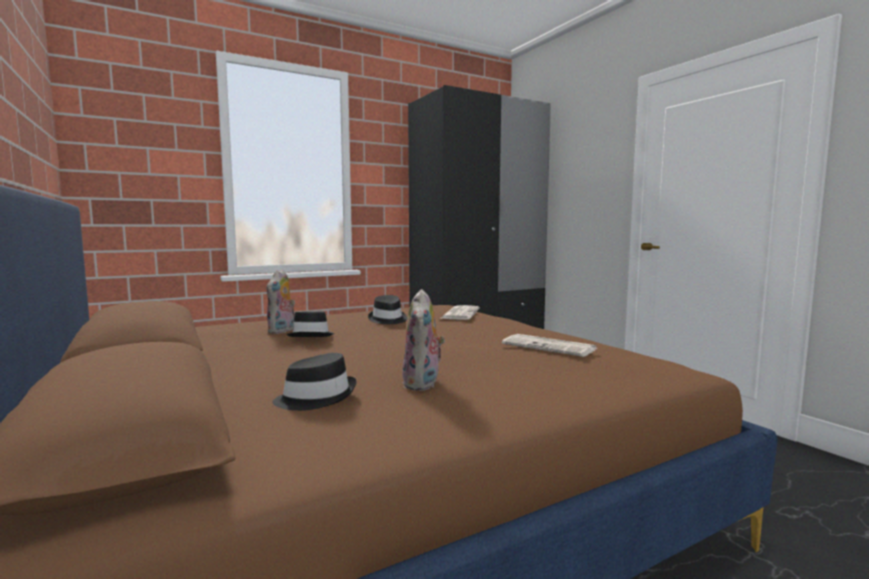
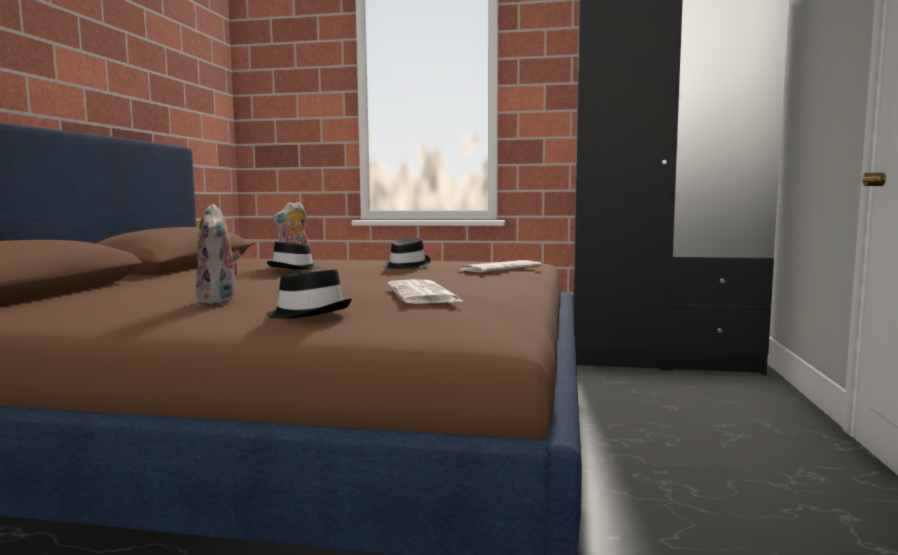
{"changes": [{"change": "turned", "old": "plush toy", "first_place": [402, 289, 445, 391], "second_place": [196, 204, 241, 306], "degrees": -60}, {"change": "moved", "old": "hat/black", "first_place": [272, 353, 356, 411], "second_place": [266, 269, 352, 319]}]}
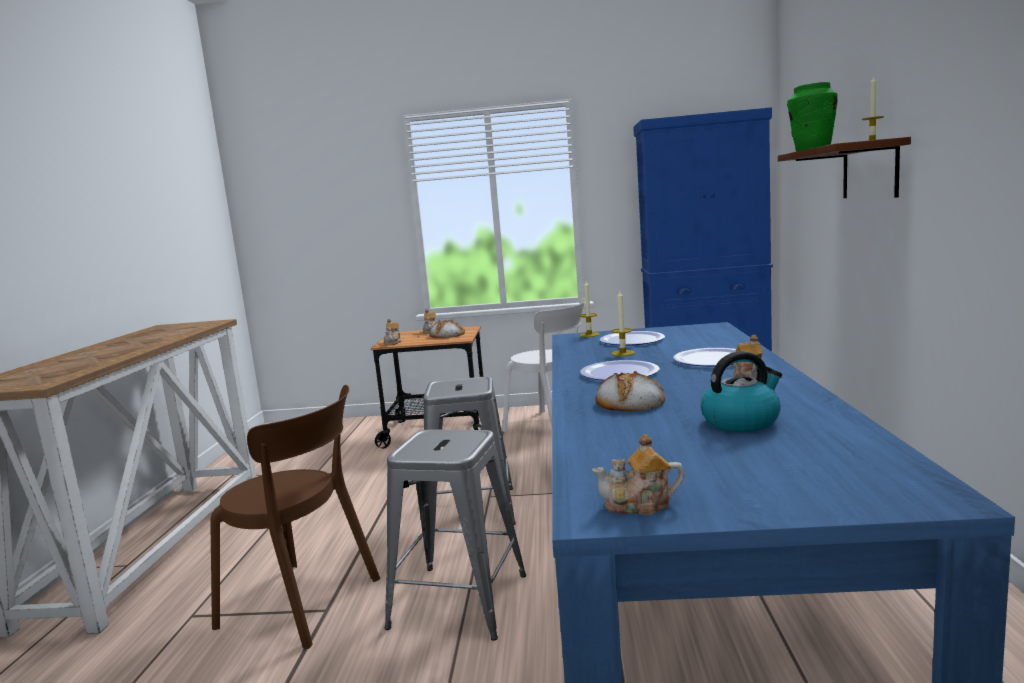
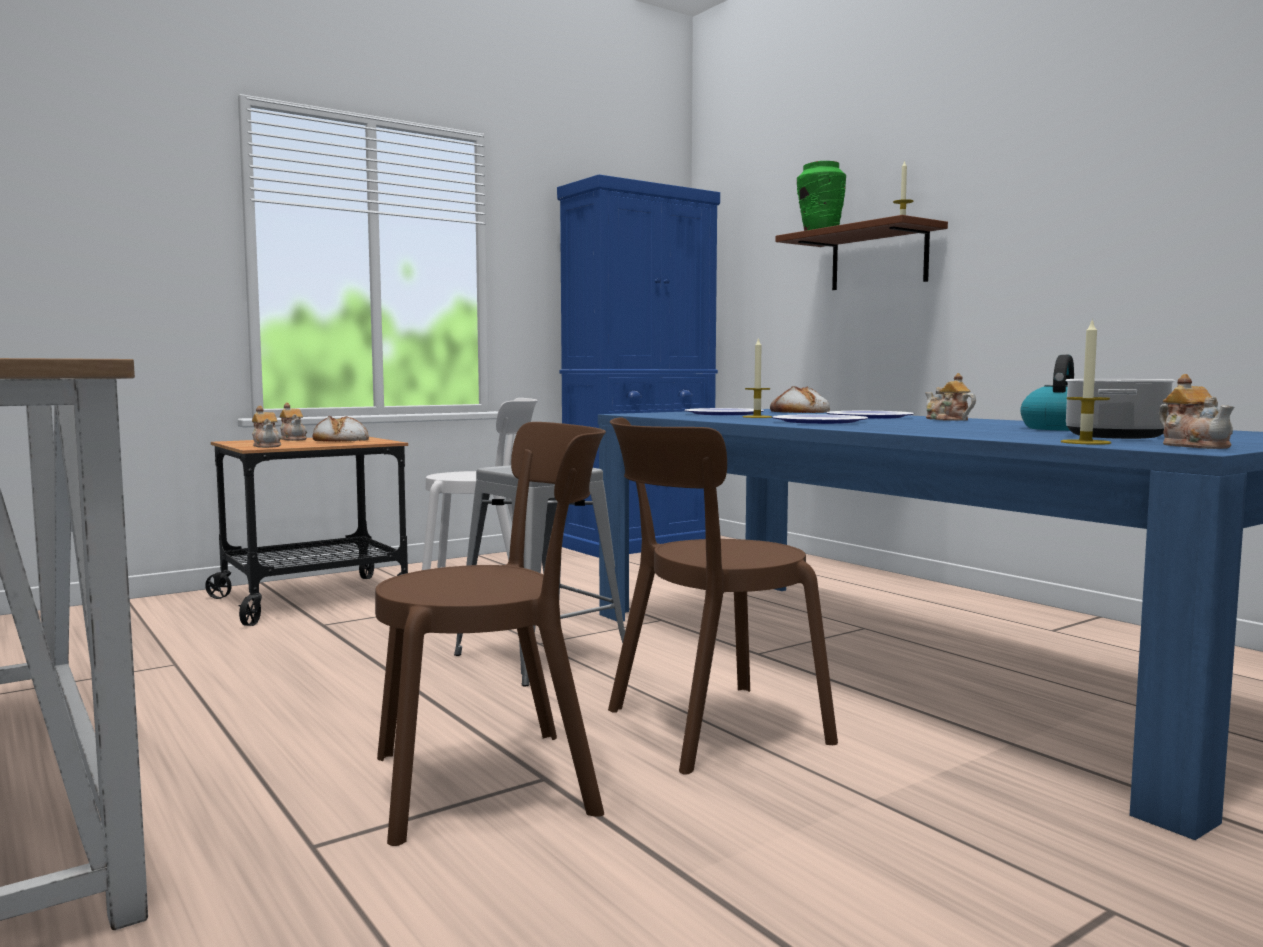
{"changes": [{"change": "replaced", "old": "stool/grey", "new": "chair/brown", "first_place": [385, 430, 526, 641], "second_place": [608, 417, 838, 774]}, {"change": "moved", "old": "bread", "first_place": [595, 370, 665, 411], "second_place": [770, 386, 830, 413]}, {"change": "moved", "old": "candle", "first_place": [579, 281, 600, 337], "second_place": [1061, 318, 1111, 445]}, {"change": "added", "new": "cooking pot", "second_place": [1065, 379, 1176, 439]}, {"change": "turned", "old": "teapot", "first_place": [592, 434, 685, 515], "second_place": [1159, 374, 1234, 449], "degrees": -60}]}
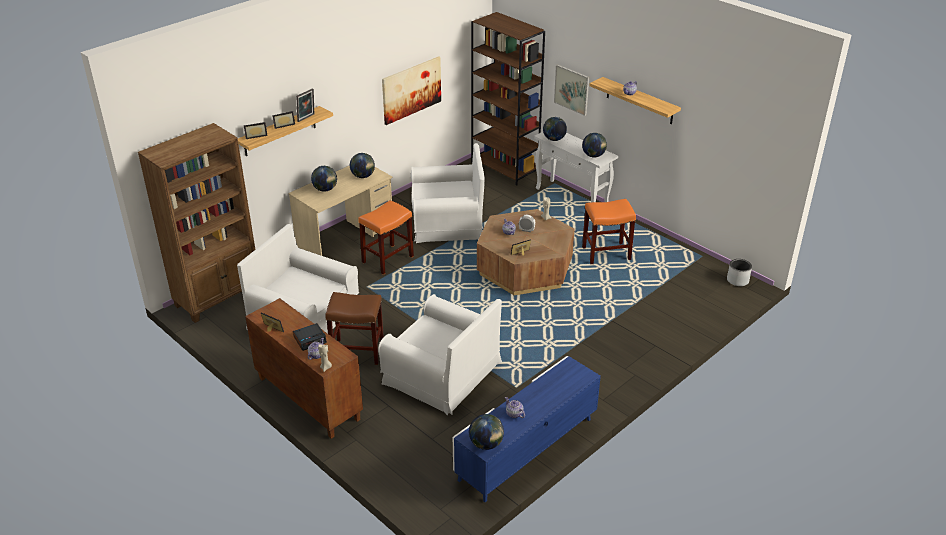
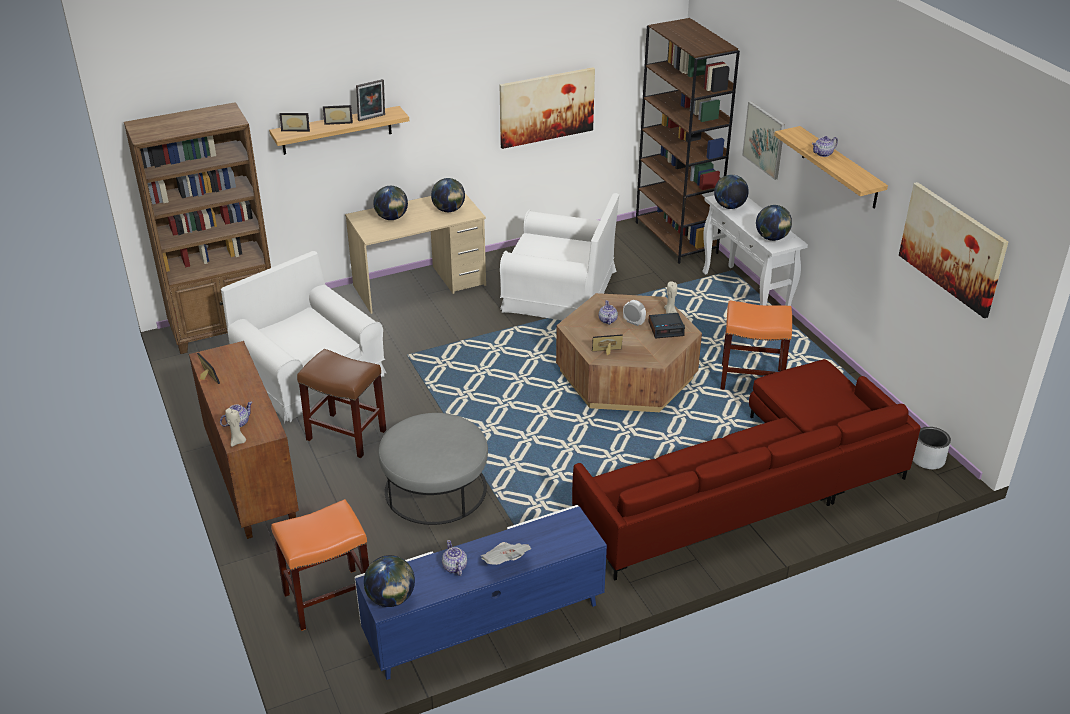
{"changes": [{"change": "moved", "old": "stool/orange", "first_place": [358, 200, 414, 275], "second_place": [271, 499, 369, 631]}, {"change": "replaced", "old": "armchair/white", "new": "ottoman/grey", "first_place": [378, 294, 503, 415], "second_place": [378, 413, 488, 525]}, {"change": "added", "new": "newspaper", "second_place": [481, 542, 531, 565]}, {"change": "added", "new": "sofa/red", "second_place": [572, 359, 920, 581]}, {"change": "moved", "old": "alarm clock", "first_place": [293, 323, 327, 351], "second_place": [649, 313, 685, 338]}, {"change": "added", "new": "picture", "second_place": [899, 182, 1008, 318]}]}
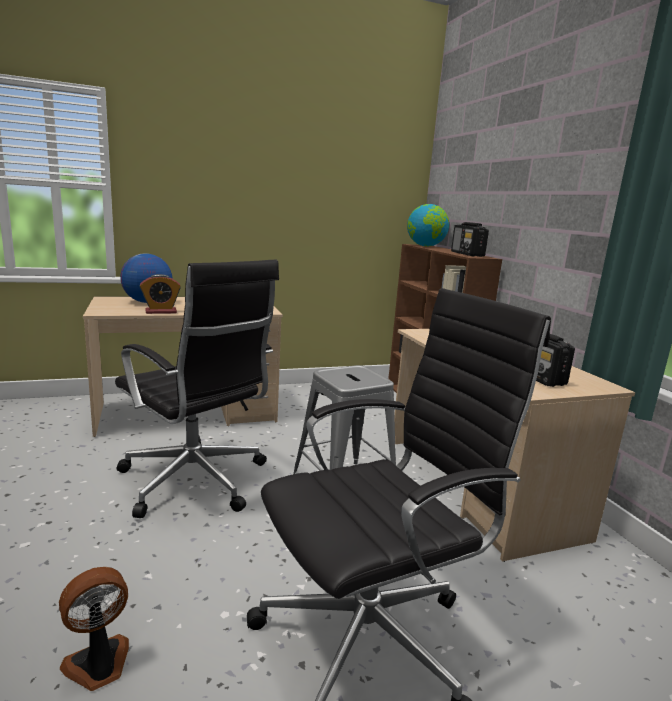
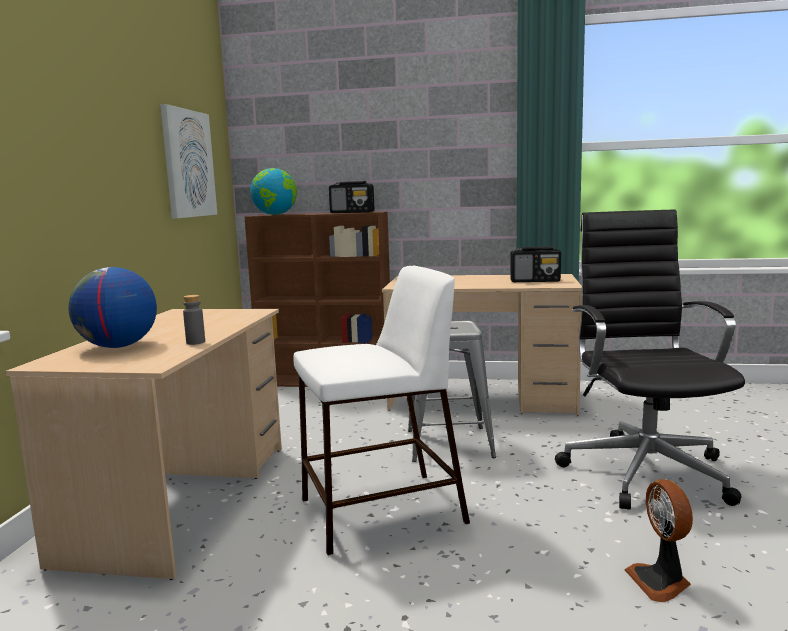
{"changes": [{"change": "added", "new": "picture", "second_place": [160, 104, 217, 219]}, {"change": "replaced", "old": "alarm clock", "new": "bottle/grey", "first_place": [140, 274, 181, 314], "second_place": [183, 295, 205, 345]}, {"change": "replaced", "old": "office chair/black", "new": "stool/white", "first_place": [115, 260, 279, 518], "second_place": [293, 266, 470, 555]}]}
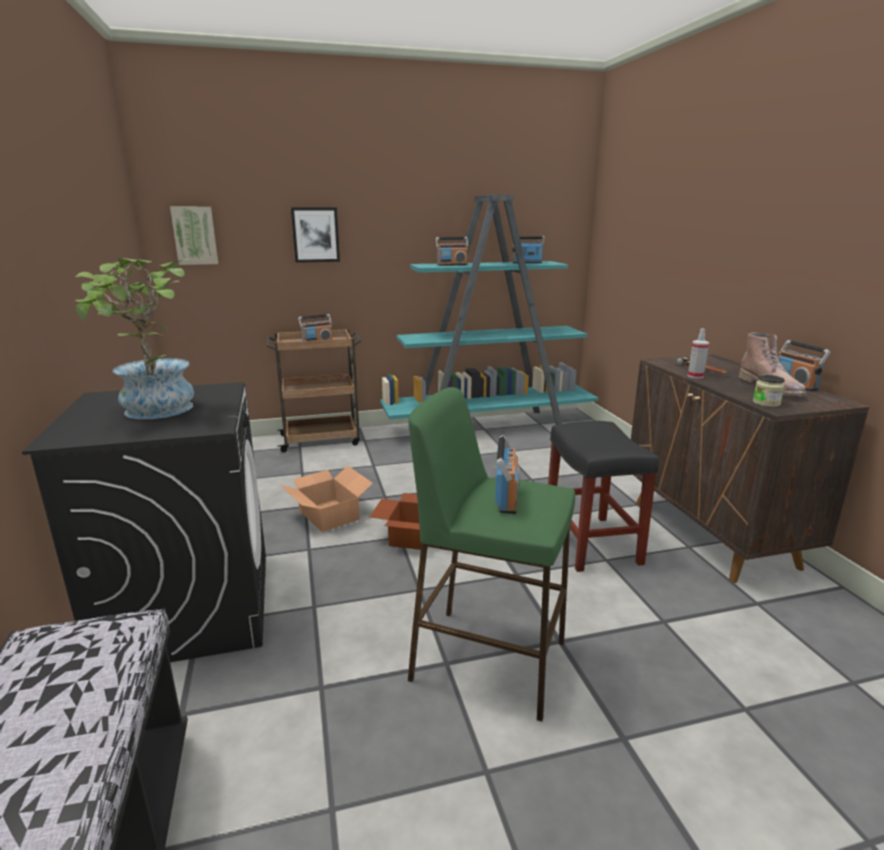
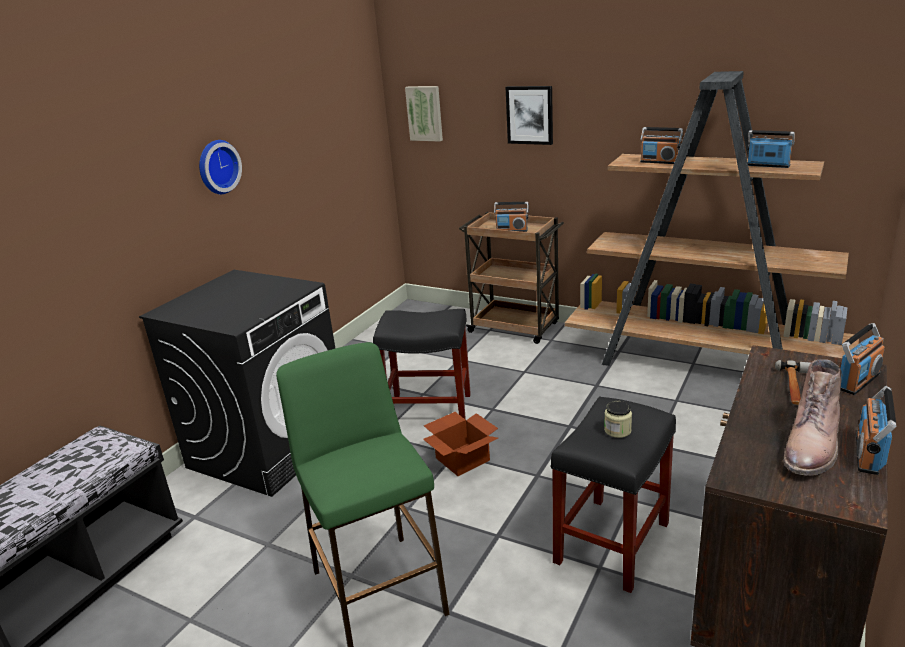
{"changes": [{"change": "added", "new": "wall clock", "second_place": [199, 140, 242, 194]}, {"change": "replaced", "old": "cardboard box", "new": "stool/black", "first_place": [280, 466, 373, 532], "second_place": [373, 309, 471, 420]}, {"change": "recoloured", "old": "bookcase/turquoise", "new": "bookcase/brown", "first_place": [380, 195, 598, 425], "second_place": [565, 71, 859, 366]}, {"change": "moved", "old": "jar", "first_place": [753, 375, 785, 407], "second_place": [604, 401, 632, 438]}, {"change": "moved", "old": "radio", "first_place": [495, 435, 520, 514], "second_place": [840, 323, 885, 395]}, {"change": "removed", "old": "potted plant", "first_place": [75, 258, 194, 419]}, {"change": "removed", "old": "spray bottle", "first_place": [688, 328, 709, 379]}]}
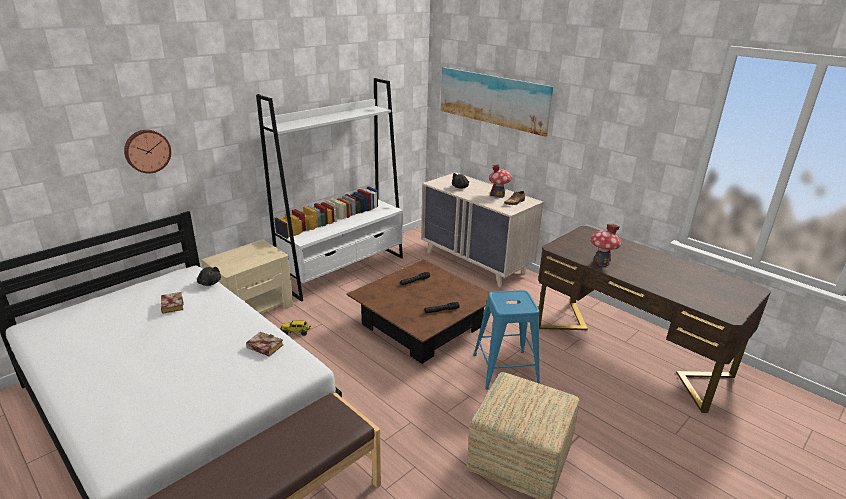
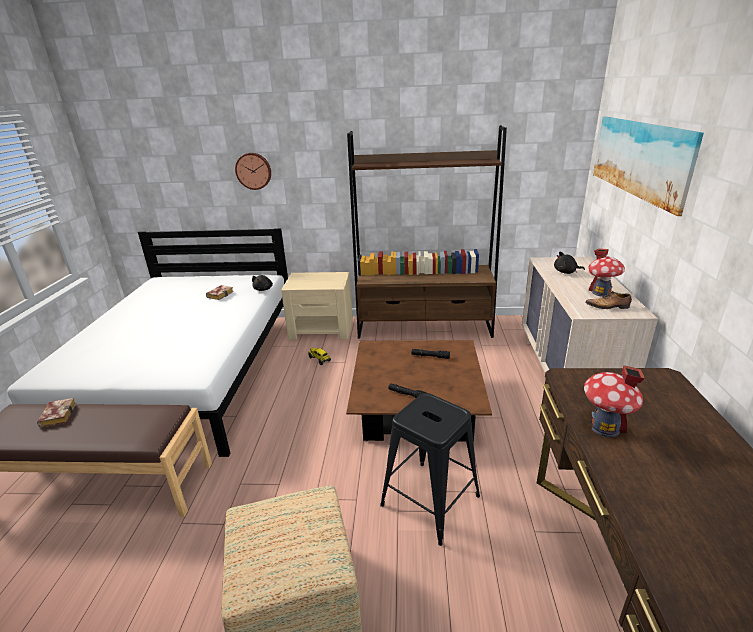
{"changes": [{"change": "moved", "old": "book", "first_place": [246, 332, 284, 357], "second_place": [37, 398, 76, 428]}, {"change": "recoloured", "old": "bookcase/white", "new": "bookcase/brown", "first_place": [256, 78, 403, 302], "second_place": [347, 125, 507, 338]}, {"change": "recoloured", "old": "stool/blue", "new": "stool/black", "first_place": [474, 290, 540, 389], "second_place": [380, 393, 480, 546]}]}
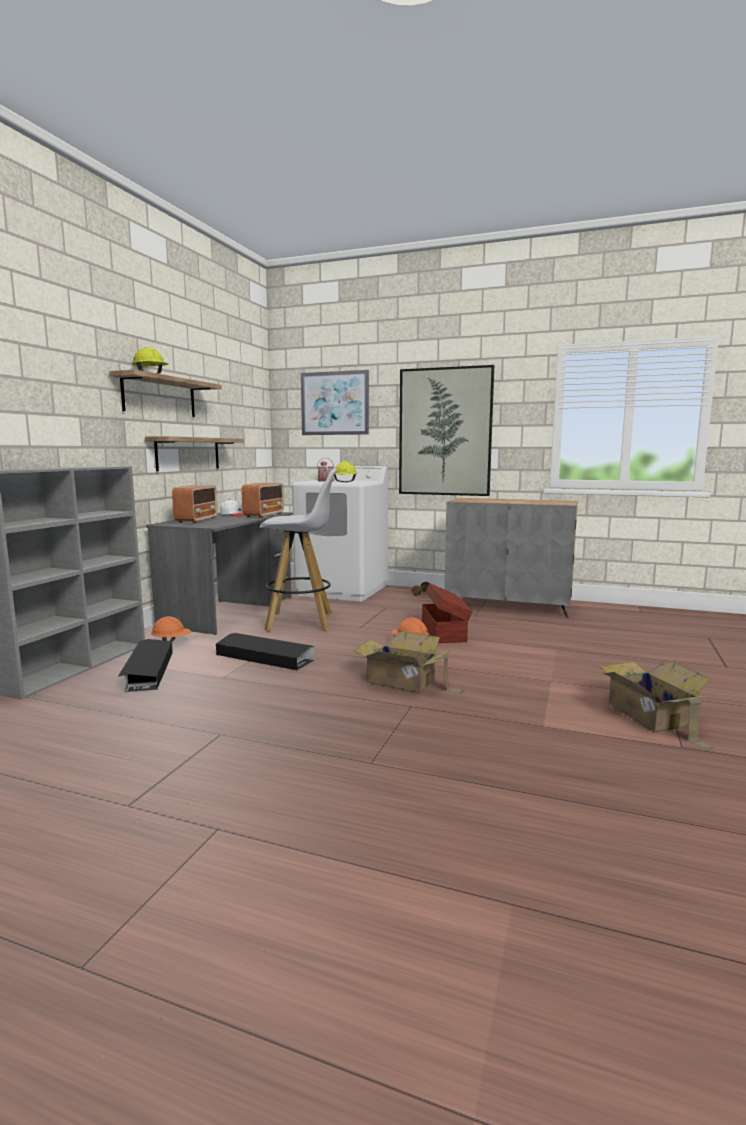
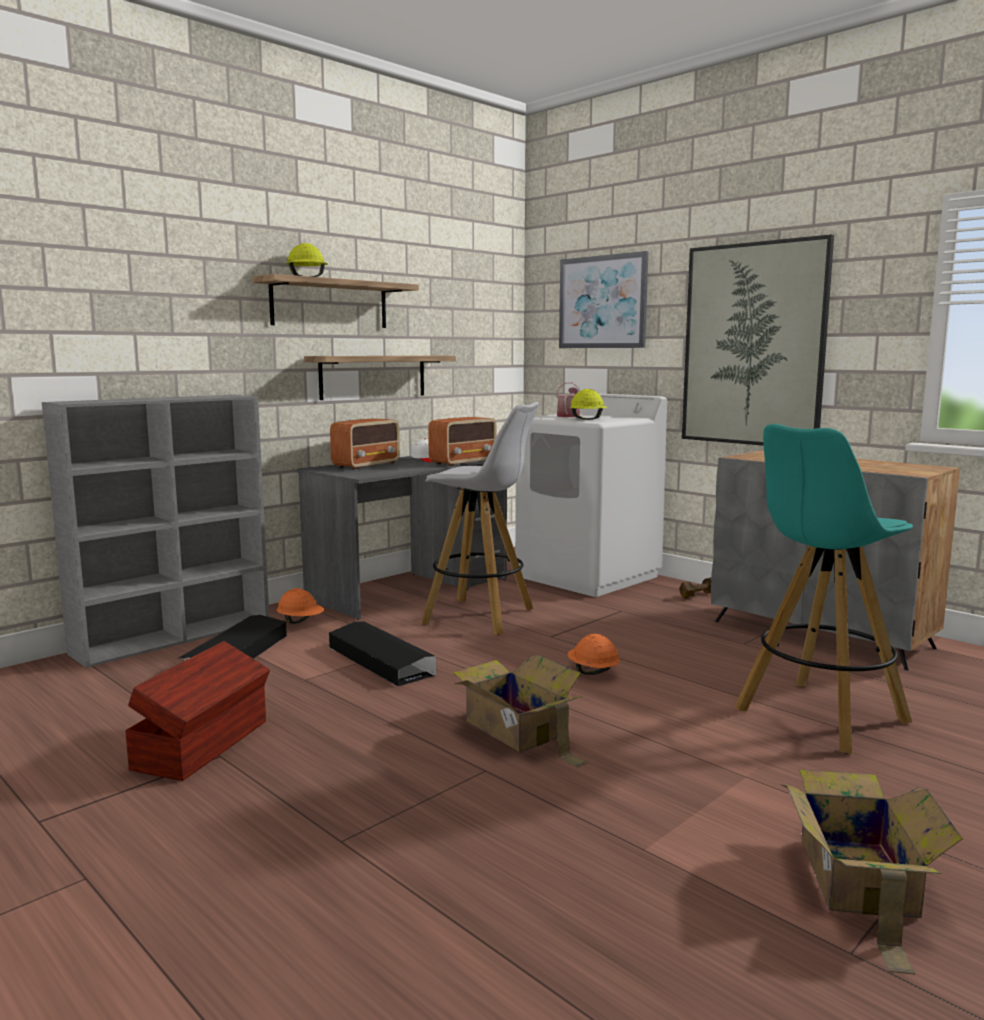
{"changes": [{"change": "moved", "old": "storage box/brown", "first_place": [422, 583, 473, 643], "second_place": [125, 641, 270, 781]}, {"change": "added", "new": "stool/turquoise", "second_place": [735, 424, 913, 754]}]}
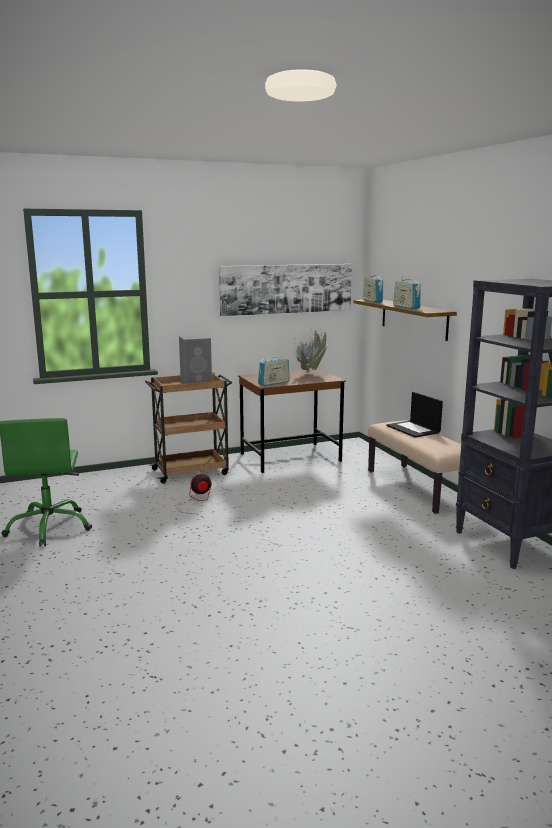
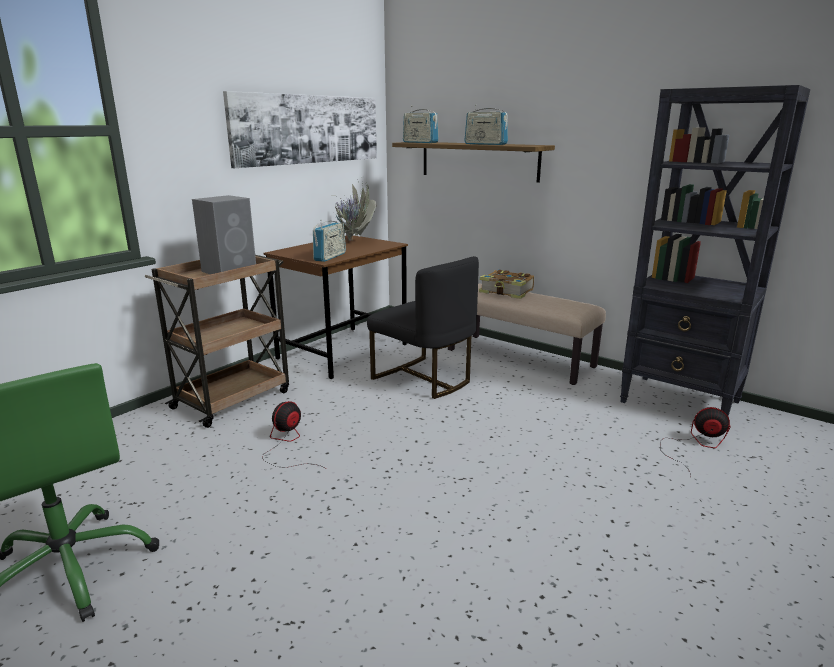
{"changes": [{"change": "added", "new": "chair/black", "second_place": [367, 256, 479, 399]}, {"change": "replaced", "old": "laptop", "new": "book", "first_place": [386, 392, 443, 438], "second_place": [479, 270, 534, 299]}, {"change": "added", "new": "fan", "second_place": [660, 407, 730, 476]}]}
